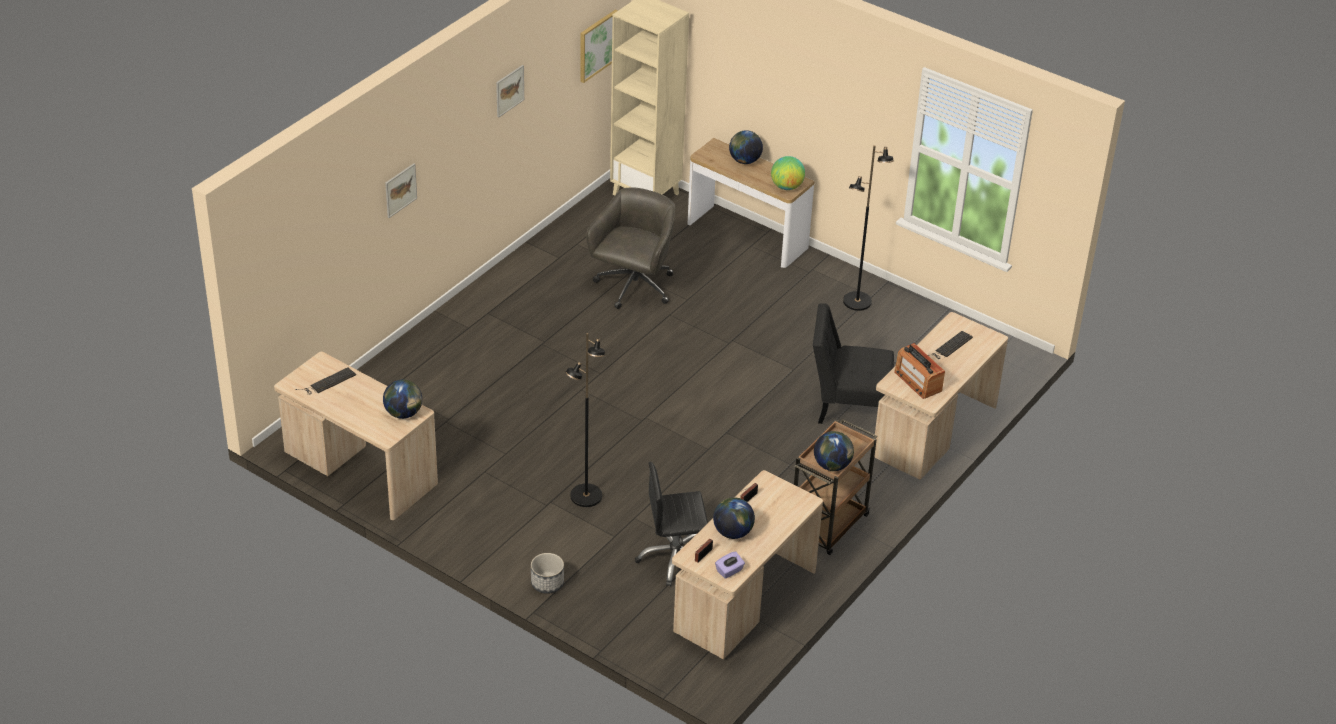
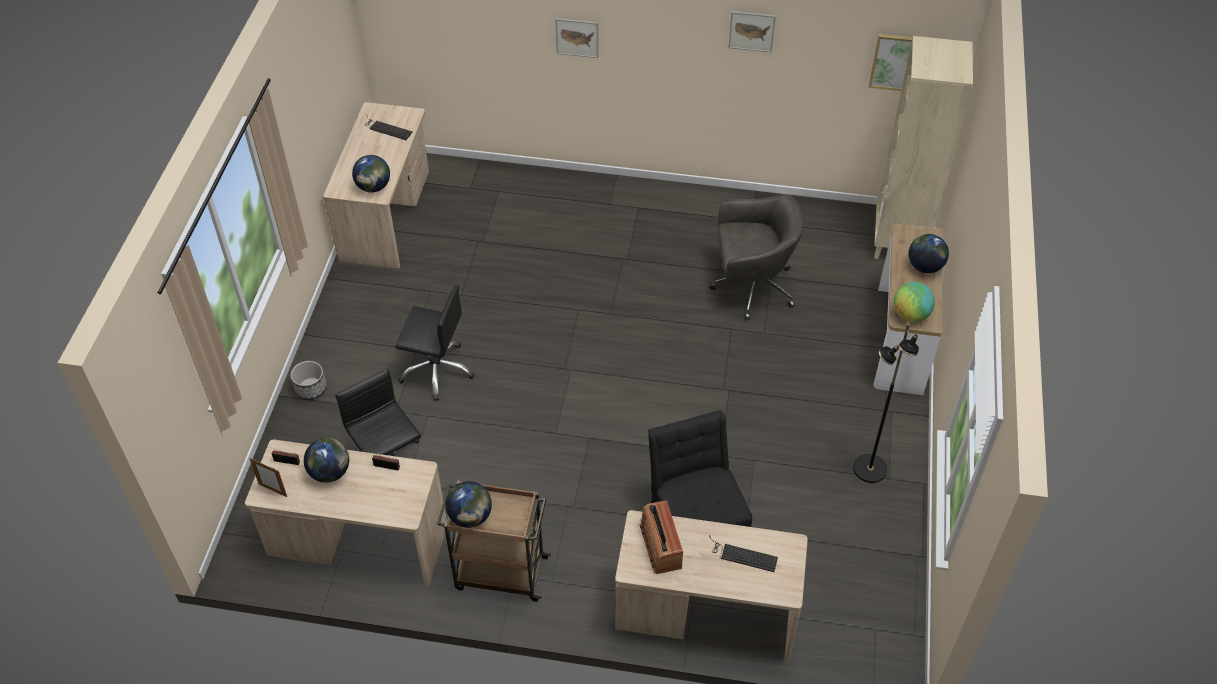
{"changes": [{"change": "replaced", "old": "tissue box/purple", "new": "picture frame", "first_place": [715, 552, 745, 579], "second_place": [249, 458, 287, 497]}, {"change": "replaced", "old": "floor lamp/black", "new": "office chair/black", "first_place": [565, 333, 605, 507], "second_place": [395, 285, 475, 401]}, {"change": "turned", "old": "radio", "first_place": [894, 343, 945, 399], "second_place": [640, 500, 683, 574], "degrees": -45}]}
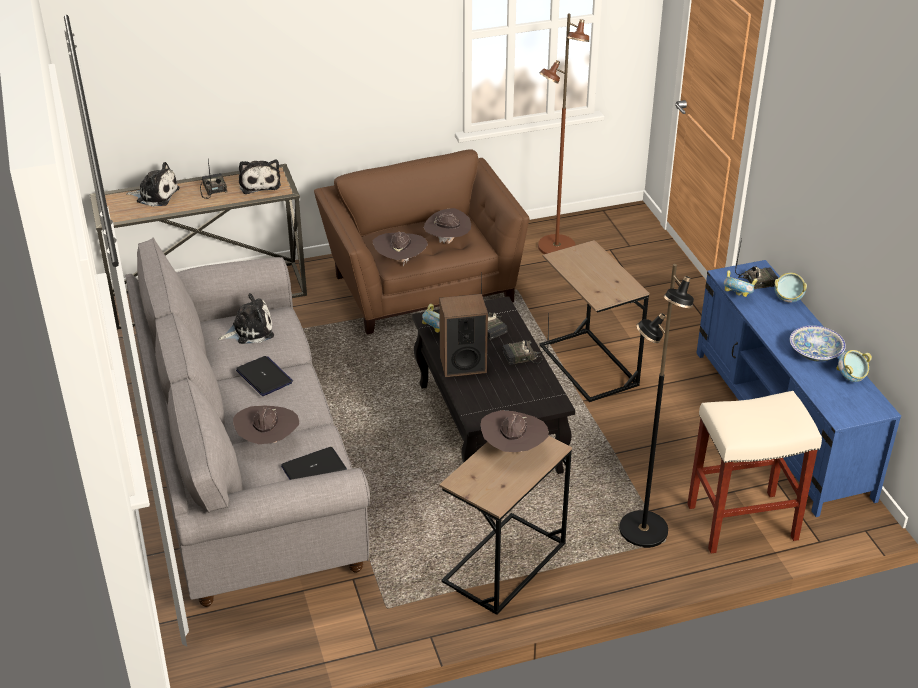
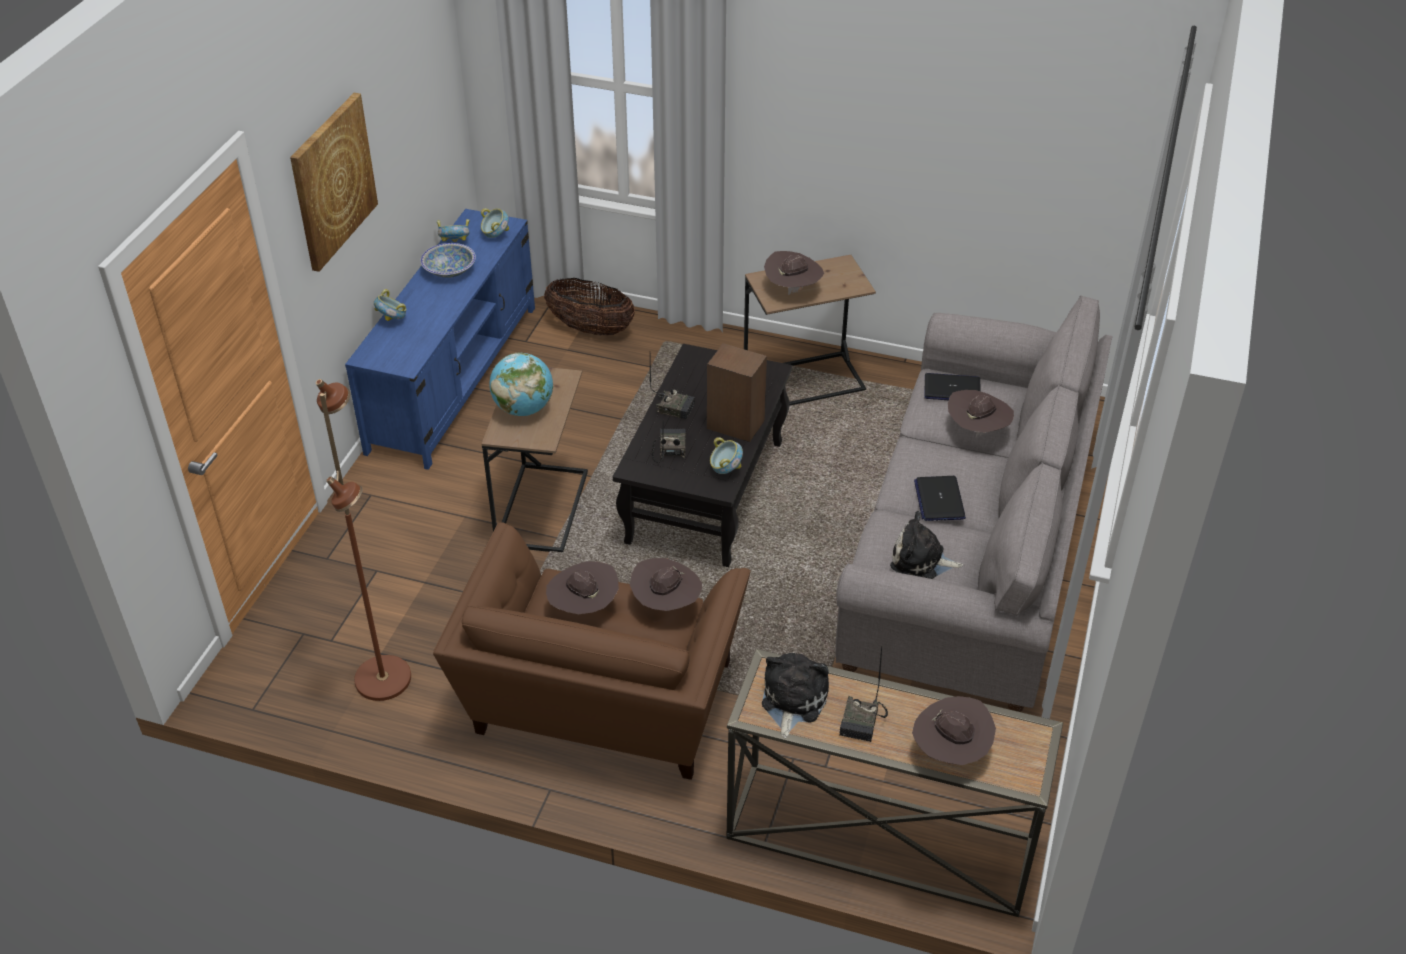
{"changes": [{"change": "added", "new": "picture", "second_place": [290, 93, 378, 272]}, {"change": "moved", "old": "bowl", "first_place": [724, 270, 757, 297], "second_place": [481, 208, 509, 238]}, {"change": "added", "new": "globe", "second_place": [489, 353, 553, 416]}, {"change": "replaced", "old": "stool/beige", "new": "basket", "first_place": [687, 391, 822, 554], "second_place": [544, 278, 635, 335]}, {"change": "replaced", "old": "plush toy", "new": "hat/brown", "first_place": [126, 162, 180, 207], "second_place": [912, 696, 996, 765]}, {"change": "removed", "old": "floor lamp/black", "first_place": [619, 264, 694, 548]}, {"change": "removed", "old": "radio", "first_place": [735, 239, 778, 289]}]}
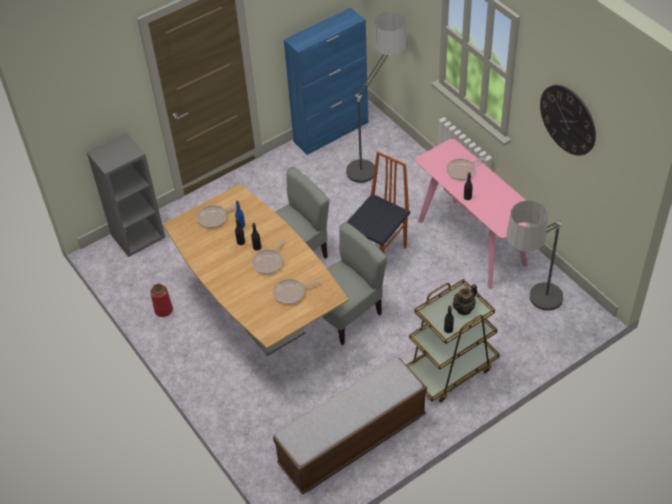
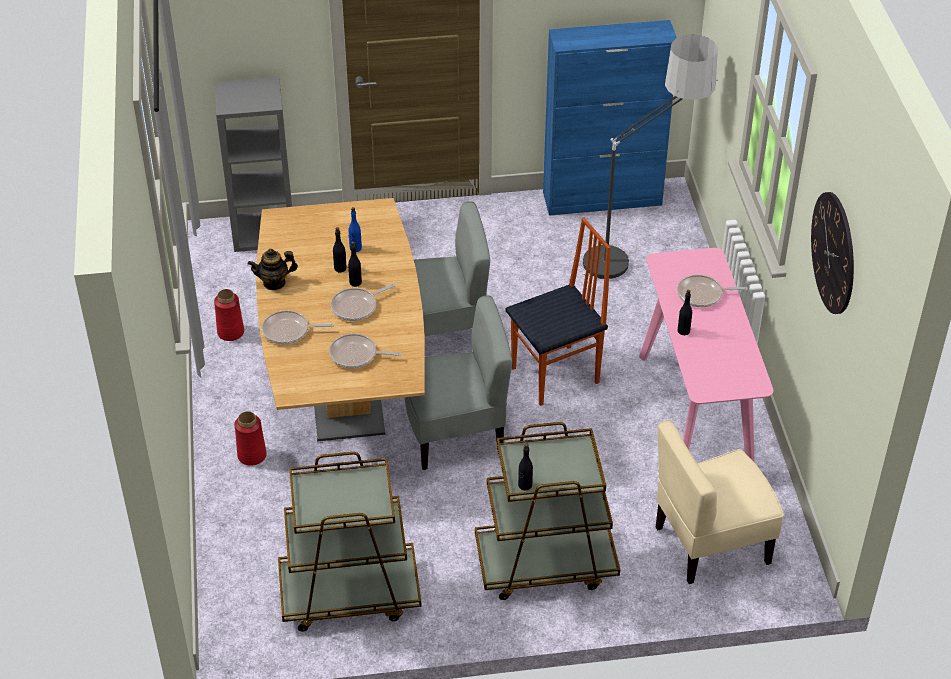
{"changes": [{"change": "added", "new": "vase/red", "second_place": [235, 411, 267, 466]}, {"change": "moved", "old": "teapot", "first_place": [452, 284, 477, 316], "second_place": [248, 249, 298, 290]}, {"change": "moved", "old": "frying pan", "first_place": [197, 203, 240, 228], "second_place": [262, 310, 334, 345]}, {"change": "replaced", "old": "bench", "new": "cart/brown", "first_place": [273, 358, 427, 495], "second_place": [278, 452, 422, 632]}, {"change": "replaced", "old": "floor lamp", "new": "chair/beige", "first_place": [507, 201, 563, 318], "second_place": [656, 420, 784, 584]}]}
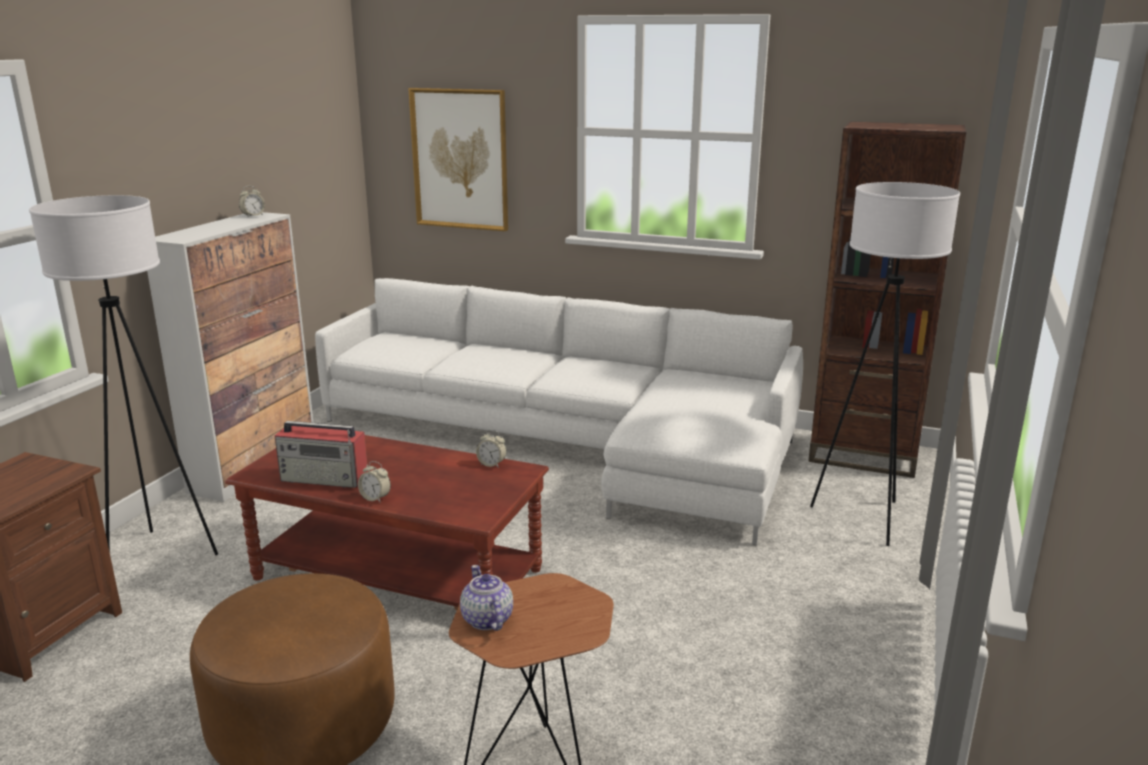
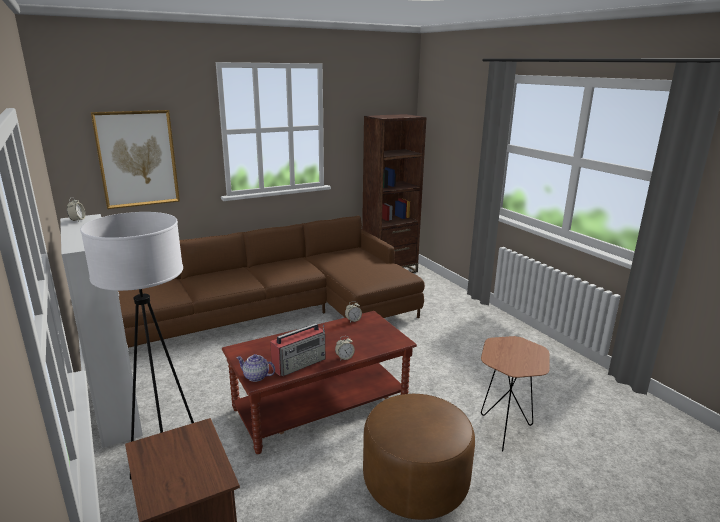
{"changes": [{"change": "recoloured", "old": "sofa/white", "new": "sofa/brown", "first_place": [315, 278, 803, 545], "second_place": [118, 216, 425, 348]}, {"change": "moved", "old": "teapot", "first_place": [460, 565, 513, 631], "second_place": [236, 354, 275, 382]}, {"change": "removed", "old": "floor lamp/white", "first_place": [810, 182, 960, 546]}]}
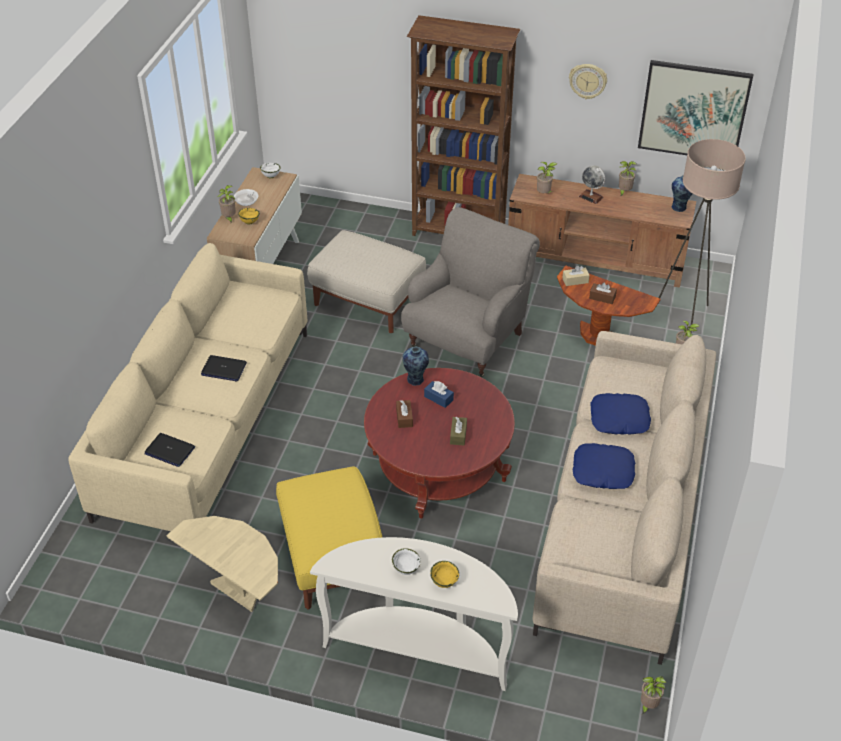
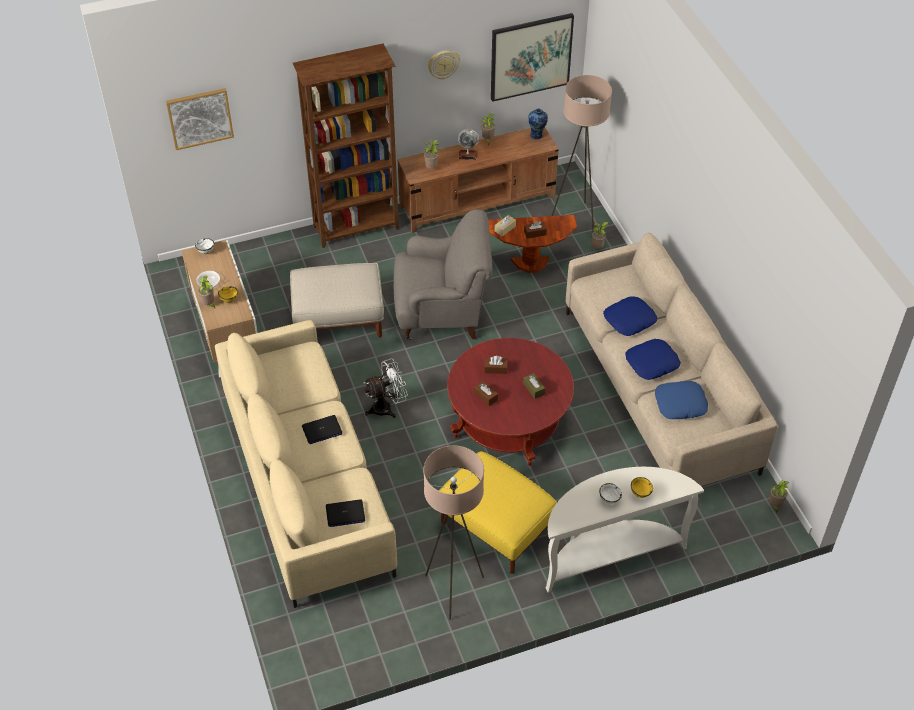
{"changes": [{"change": "added", "new": "picture", "second_place": [166, 88, 234, 150]}, {"change": "added", "new": "fan/white", "second_place": [364, 359, 408, 418]}, {"change": "turned", "old": "armchair/grey", "first_place": [401, 207, 540, 377], "second_place": [393, 209, 493, 340], "degrees": 90}, {"change": "replaced", "old": "side table/beige", "new": "floor lamp/beige", "first_place": [167, 516, 278, 612], "second_place": [423, 446, 484, 620]}, {"change": "recoloured", "old": "tissue box/blue", "new": "tissue box/brown", "first_place": [424, 381, 454, 408], "second_place": [484, 356, 508, 374]}, {"change": "added", "new": "pillow/blue", "second_place": [655, 381, 708, 419]}, {"change": "removed", "old": "vase", "first_place": [403, 347, 429, 386]}]}
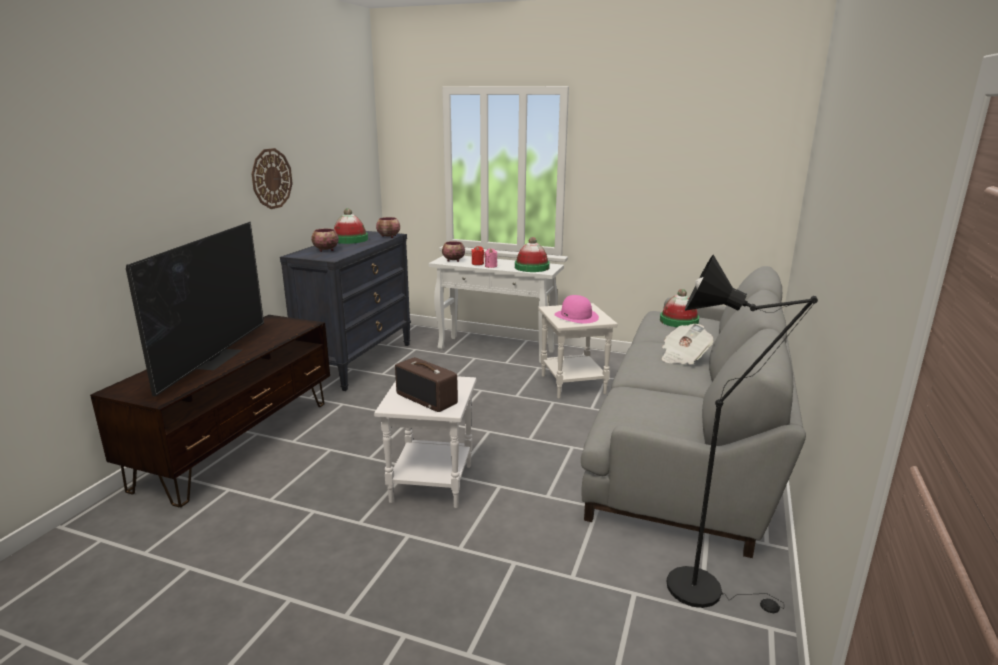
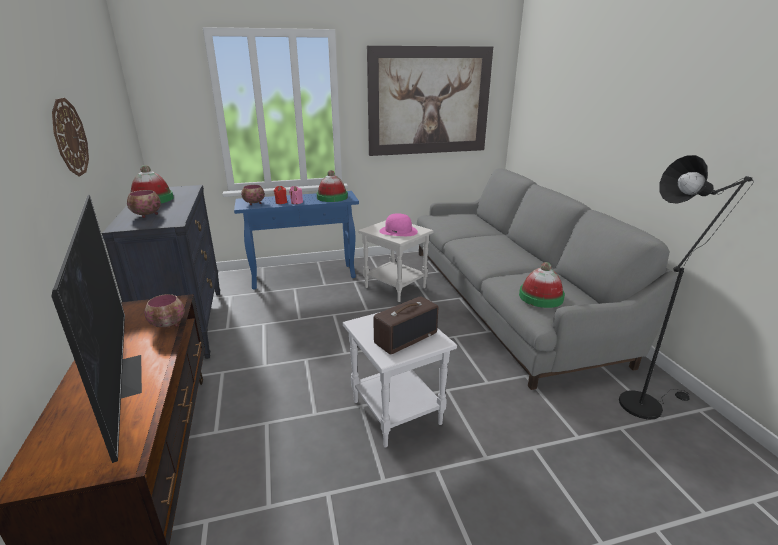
{"changes": [{"change": "moved", "old": "bowl", "first_place": [376, 217, 400, 238], "second_place": [145, 294, 185, 327]}, {"change": "recoloured", "old": "console table/white", "new": "console table/blue", "first_place": [428, 256, 564, 364], "second_place": [234, 191, 359, 290]}, {"change": "added", "new": "picture", "second_place": [367, 46, 493, 156]}, {"change": "turned", "old": "radio", "first_place": [395, 357, 458, 412], "second_place": [373, 296, 438, 354], "degrees": -45}, {"change": "moved", "old": "hat", "first_place": [660, 289, 699, 327], "second_place": [519, 262, 565, 308]}, {"change": "removed", "old": "newspaper", "first_place": [662, 324, 713, 364]}]}
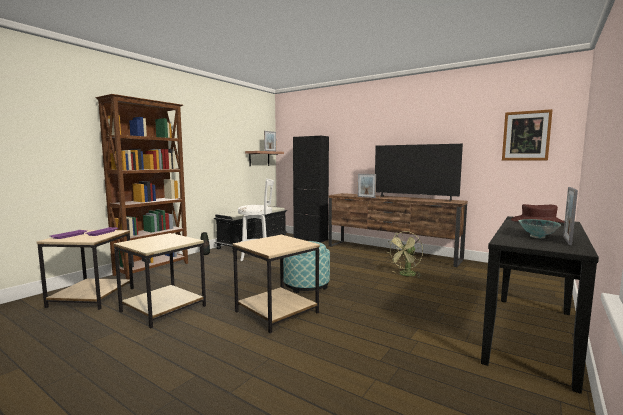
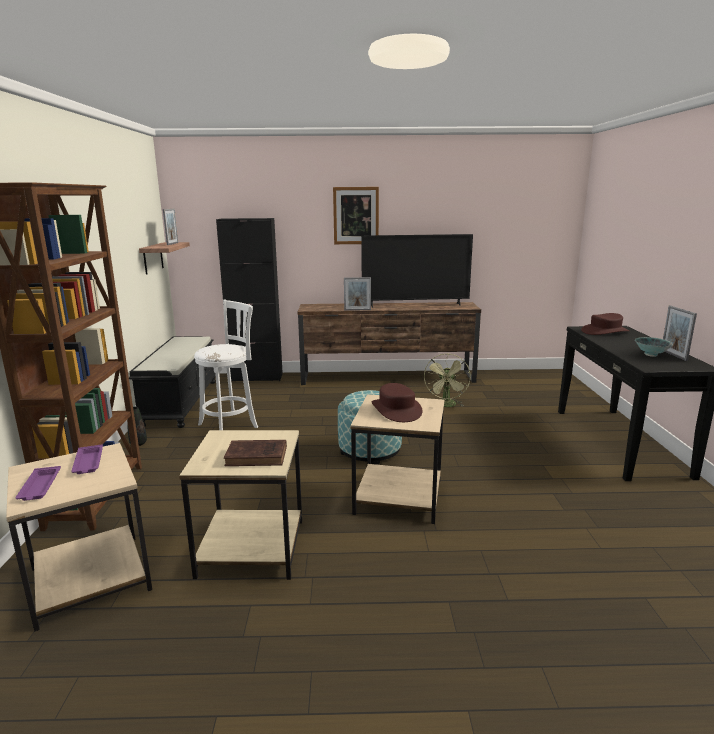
{"changes": [{"change": "added", "new": "book/brown", "second_place": [224, 440, 287, 466]}, {"change": "moved", "old": "picture", "first_place": [502, 109, 553, 160], "second_place": [333, 187, 379, 244]}, {"change": "added", "new": "hat/brown", "second_place": [372, 383, 423, 422]}]}
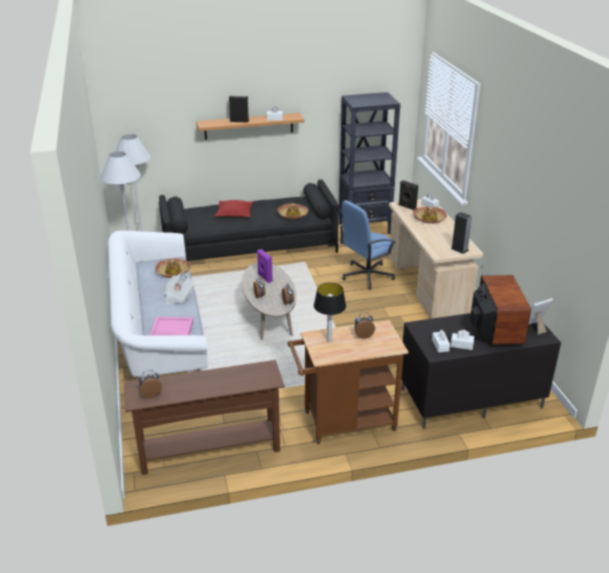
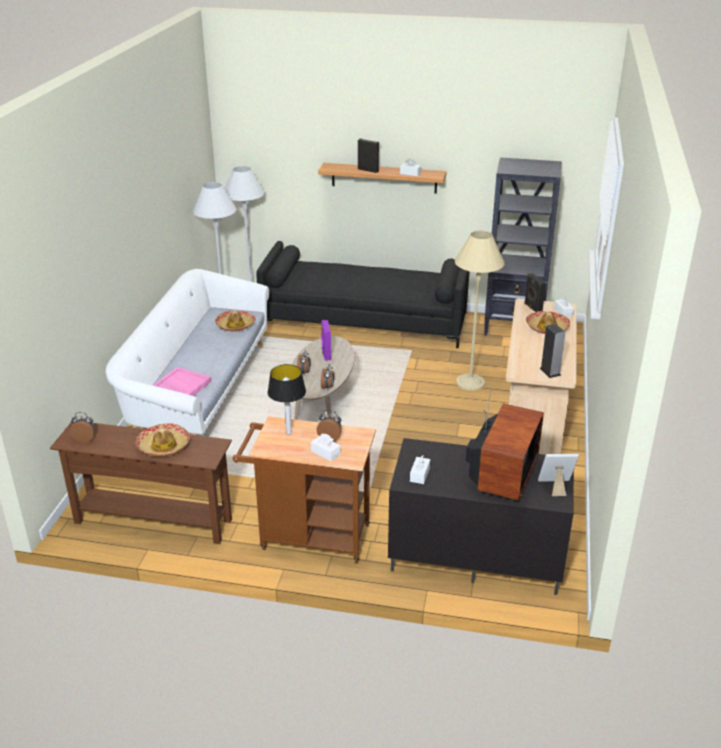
{"changes": [{"change": "moved", "old": "hat", "first_place": [278, 203, 309, 219], "second_place": [136, 423, 190, 456]}, {"change": "moved", "old": "tissue box/white", "first_place": [451, 330, 474, 350], "second_place": [311, 434, 340, 461]}, {"change": "replaced", "old": "office chair/blue", "new": "floor lamp/beige", "first_place": [340, 200, 396, 290], "second_place": [455, 231, 505, 391]}, {"change": "removed", "old": "newspaper", "first_place": [164, 273, 194, 304]}, {"change": "removed", "old": "pillow/red", "first_place": [214, 200, 254, 217]}]}
